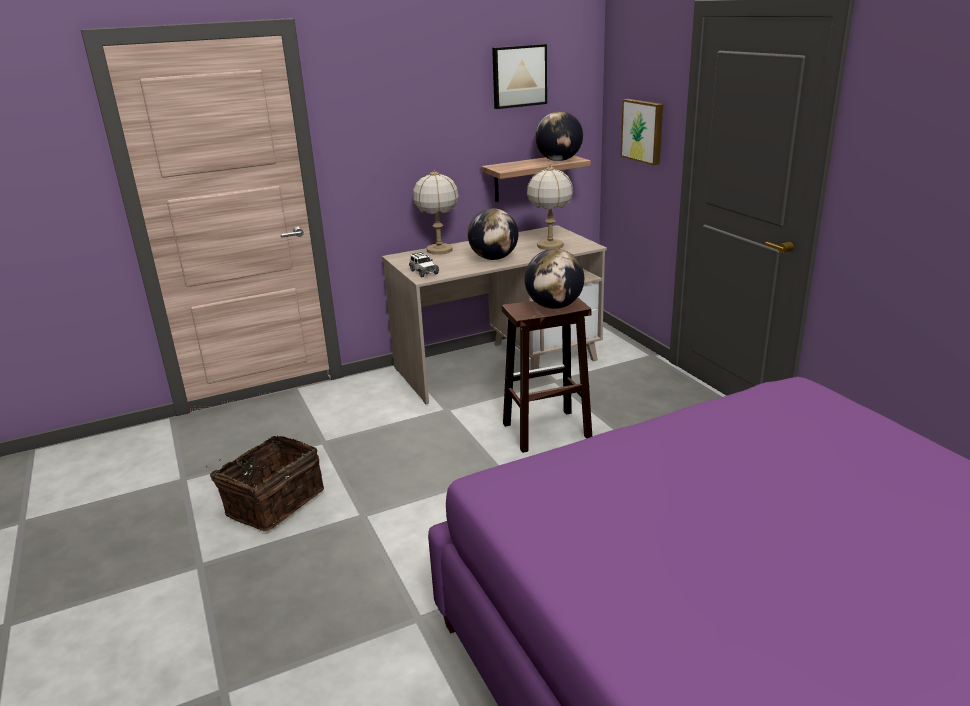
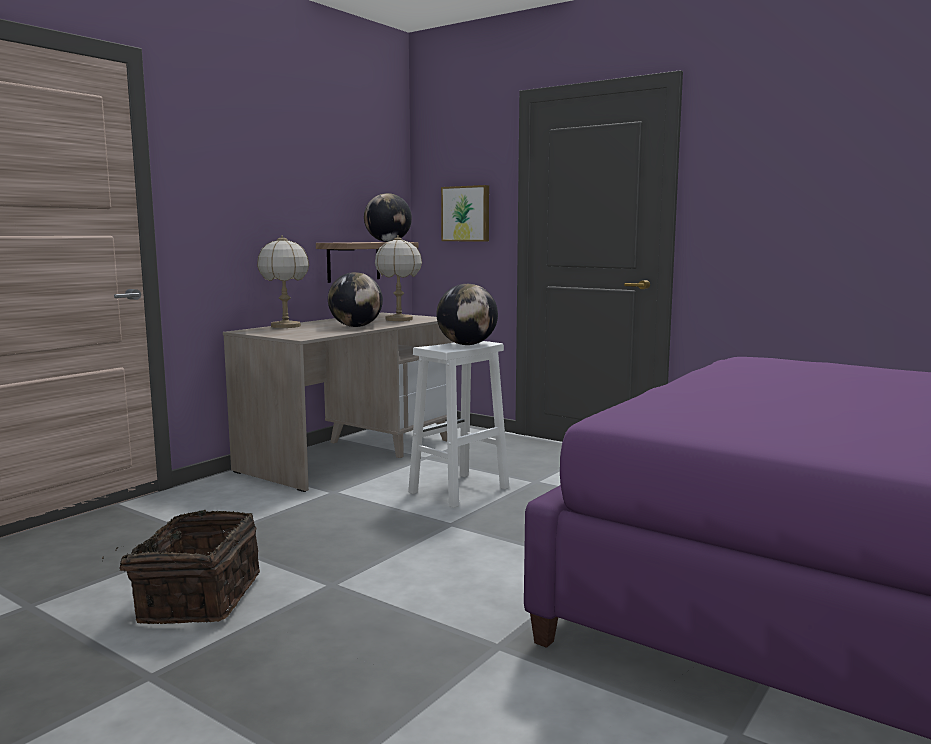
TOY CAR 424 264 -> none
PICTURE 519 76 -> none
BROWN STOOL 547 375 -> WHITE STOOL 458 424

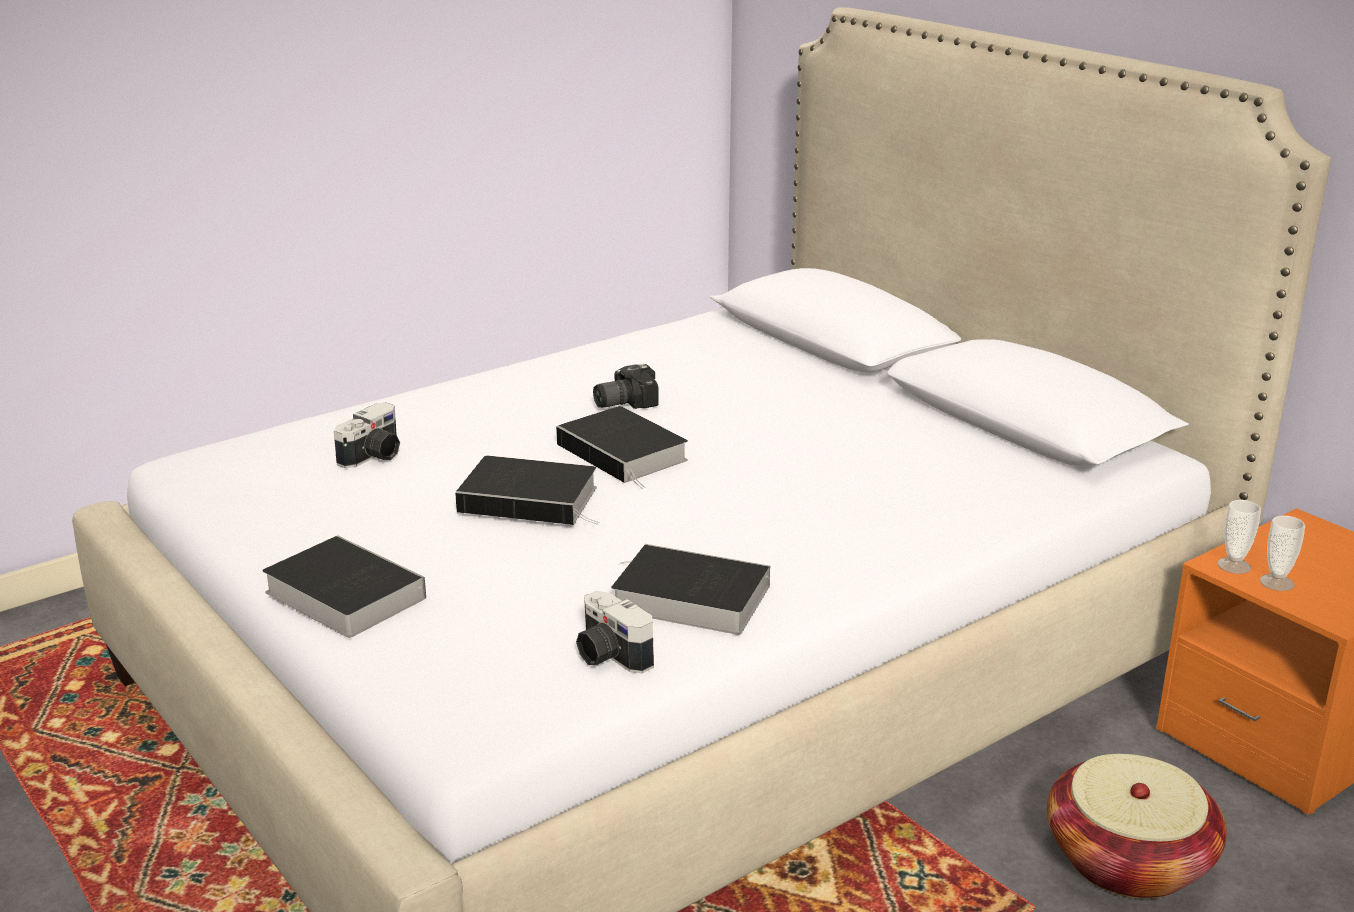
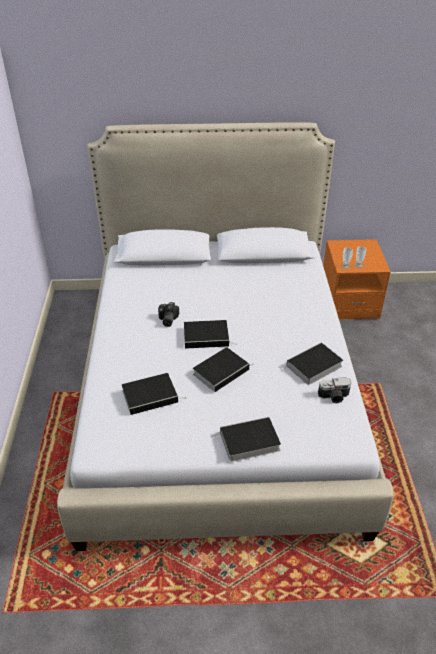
PHOTO CAMERA 367 435 -> BOOK 154 394
BASKET 1137 826 -> none

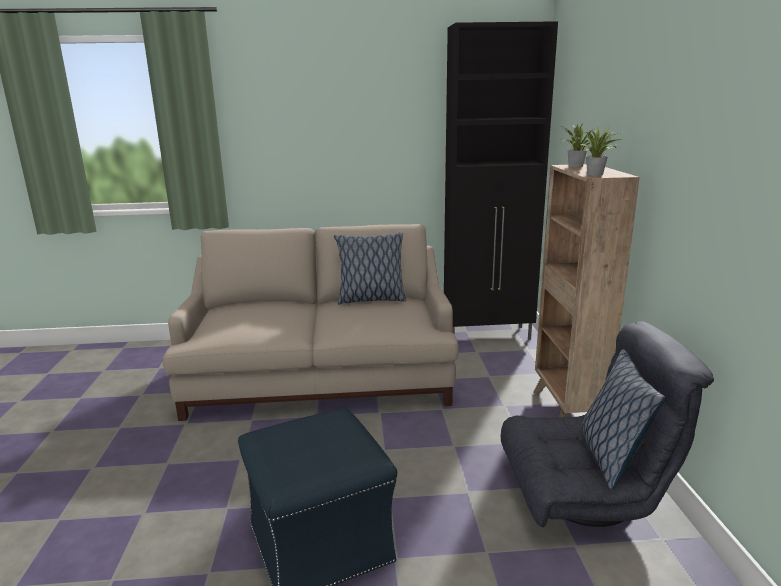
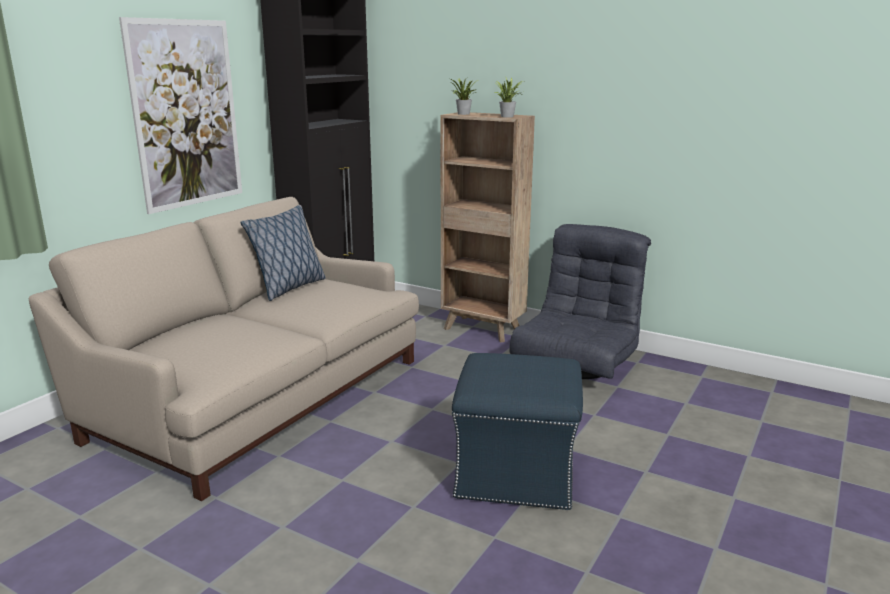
PILLOW 623 419 -> none
none -> PICTURE 180 115

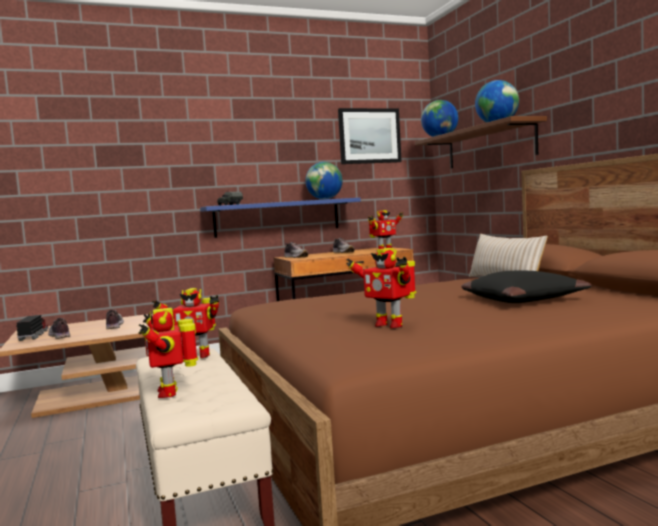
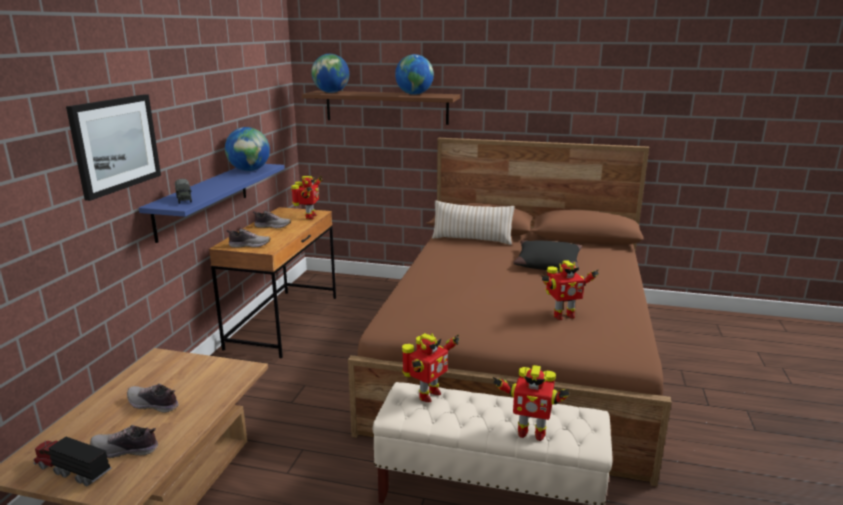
PICTURE 370 136 -> PICTURE 113 147, shifted

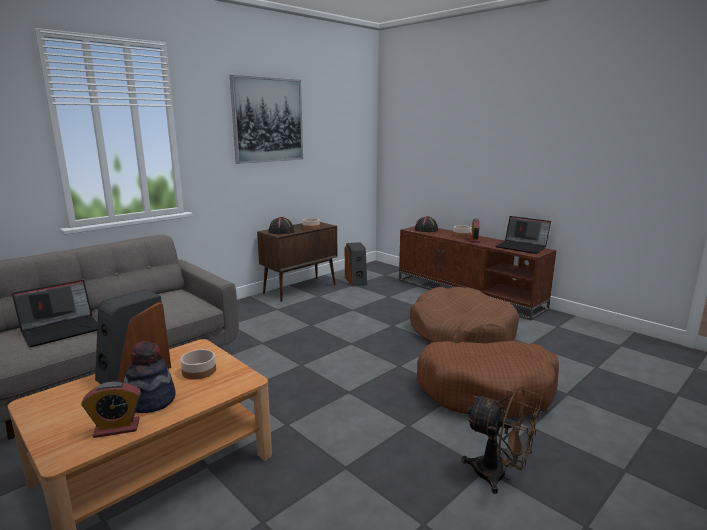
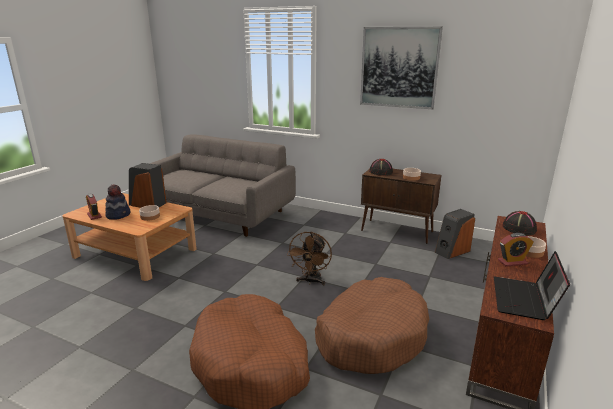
LAPTOP 55 313 -> none
BROWN FAN 501 440 -> BROWN FAN 309 258, shifted

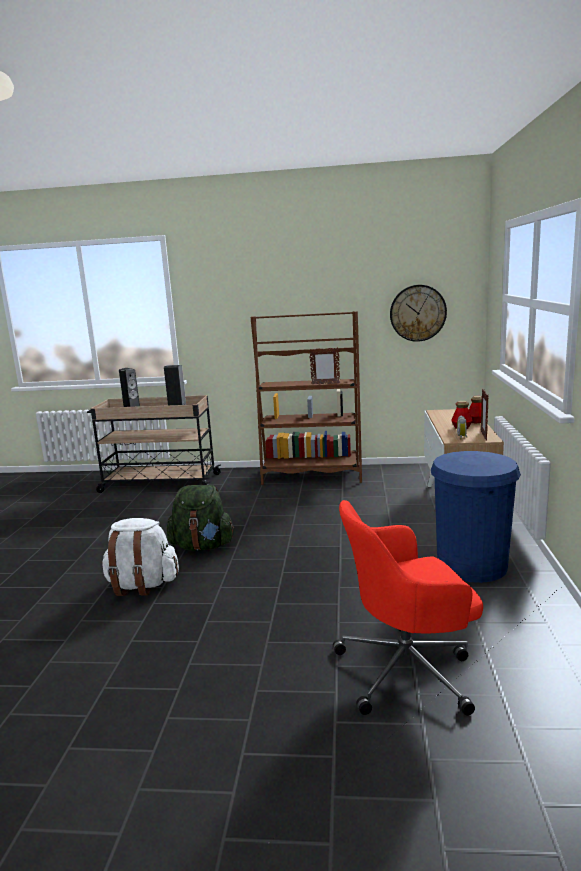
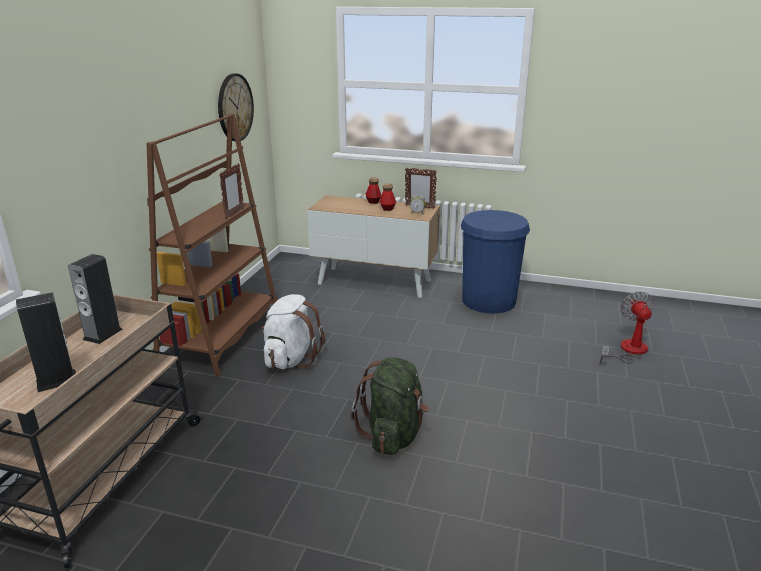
WHITE BACKPACK 140 557 -> WHITE BACKPACK 293 331, shifted
RED OFFICE CHAIR 408 608 -> FAN 626 327

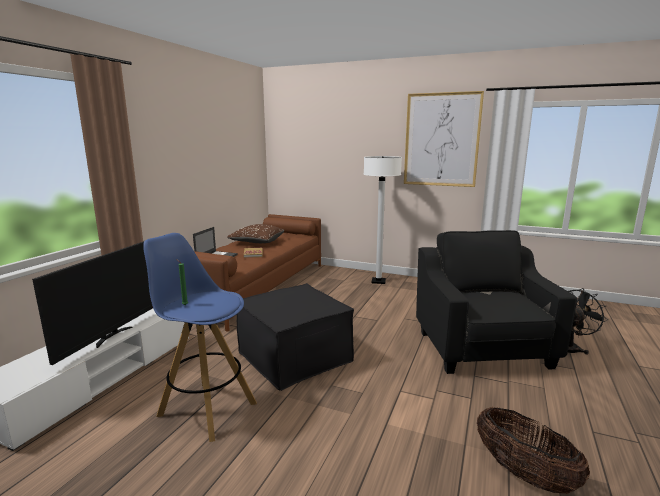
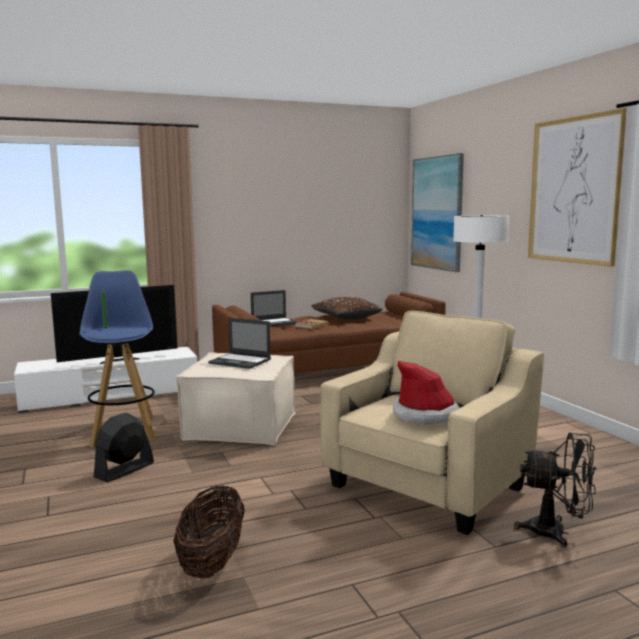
BLACK OTTOMAN 295 337 -> BEIGE OTTOMAN 236 398
BLACK ARMCHAIR 496 302 -> BEIGE ARMCHAIR 432 423
none -> BLACK FAN 124 447
none -> LAPTOP 239 343
none -> HAT 426 393
none -> PICTURE 437 212

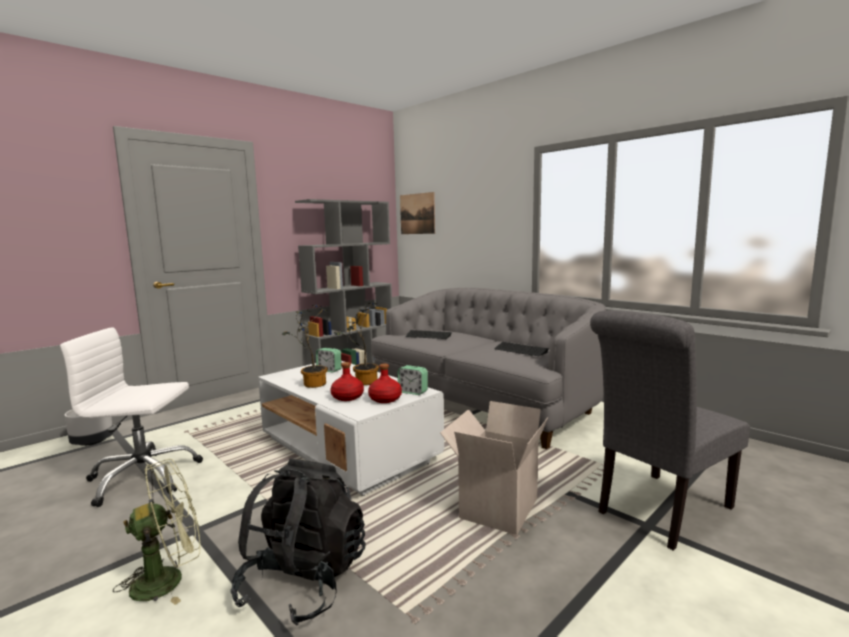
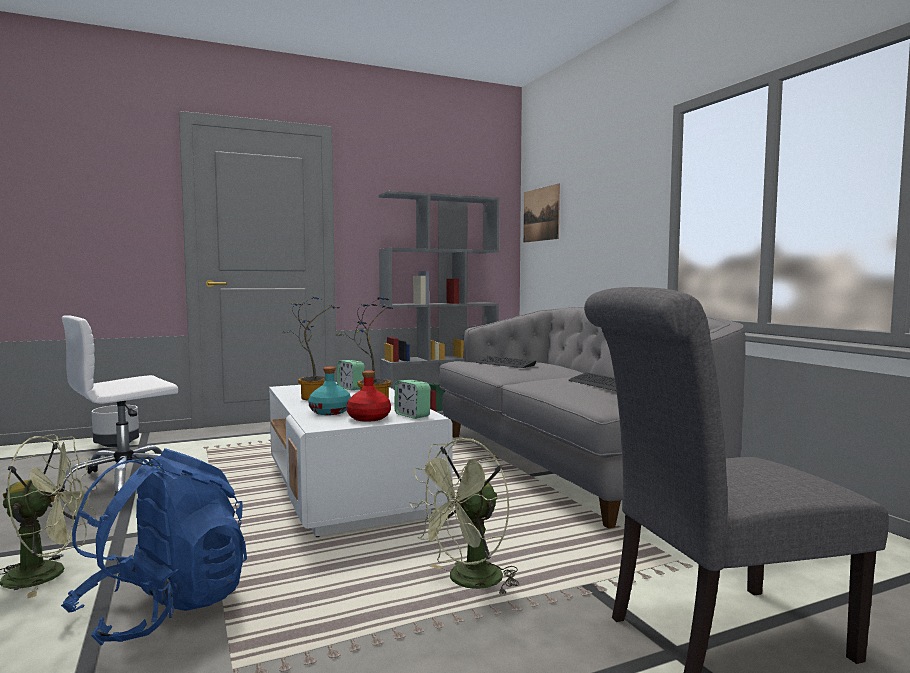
WHITE OFFICE CHAIR 131 417 -> WHITE OFFICE CHAIR 116 405, 60 degrees counterclockwise
BLACK BACKPACK 297 542 -> BLUE BACKPACK 154 546
RED BOTTLE 347 381 -> TURQUOISE BOTTLE 329 390
CARDBOARD BOX 494 468 -> GREEN FAN 464 517

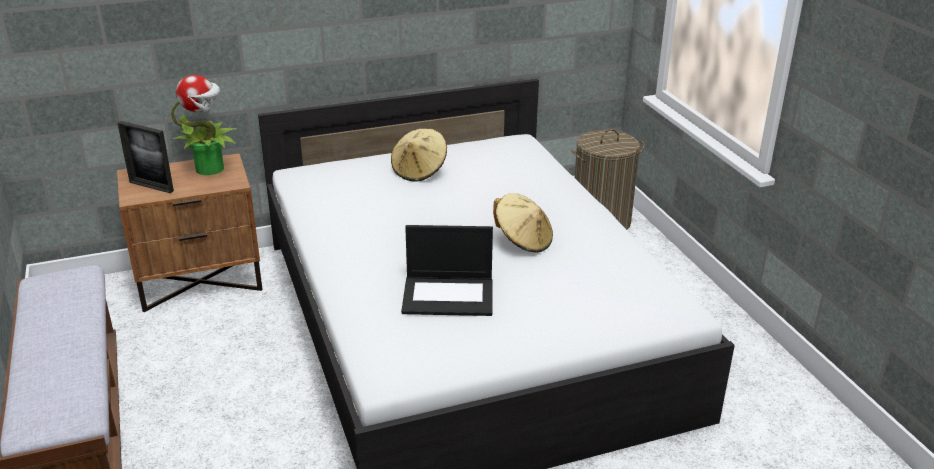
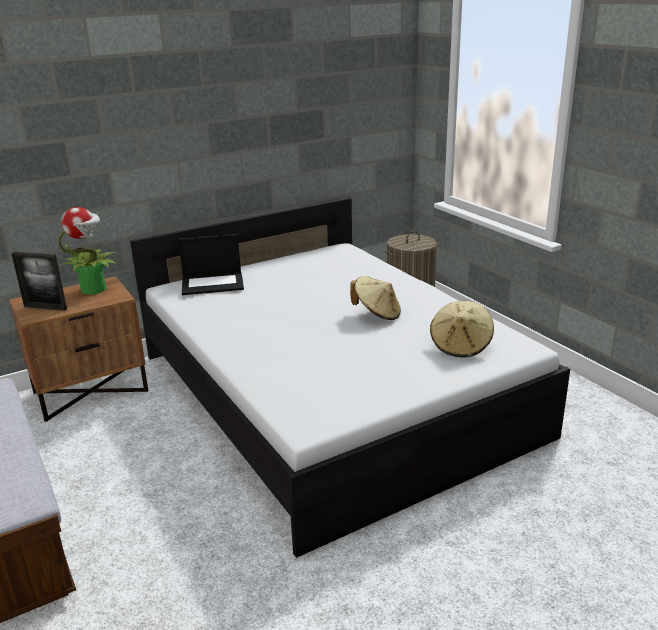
BEIGE HAT 419 155 -> BEIGE HAT 462 329, shifted
LAPTOP 447 270 -> LAPTOP 211 264, shifted

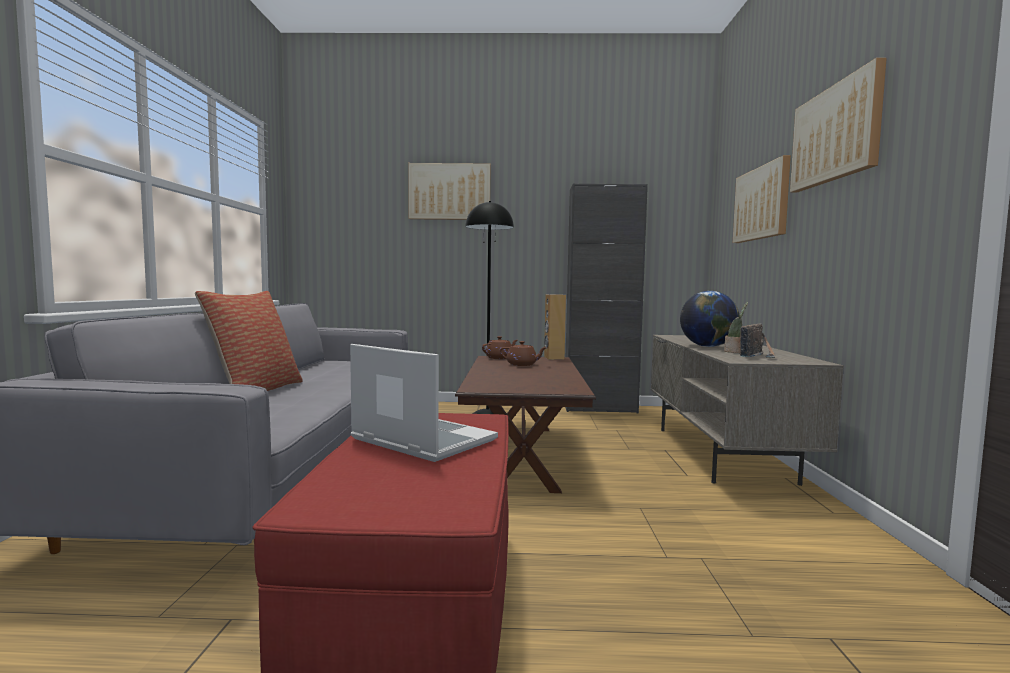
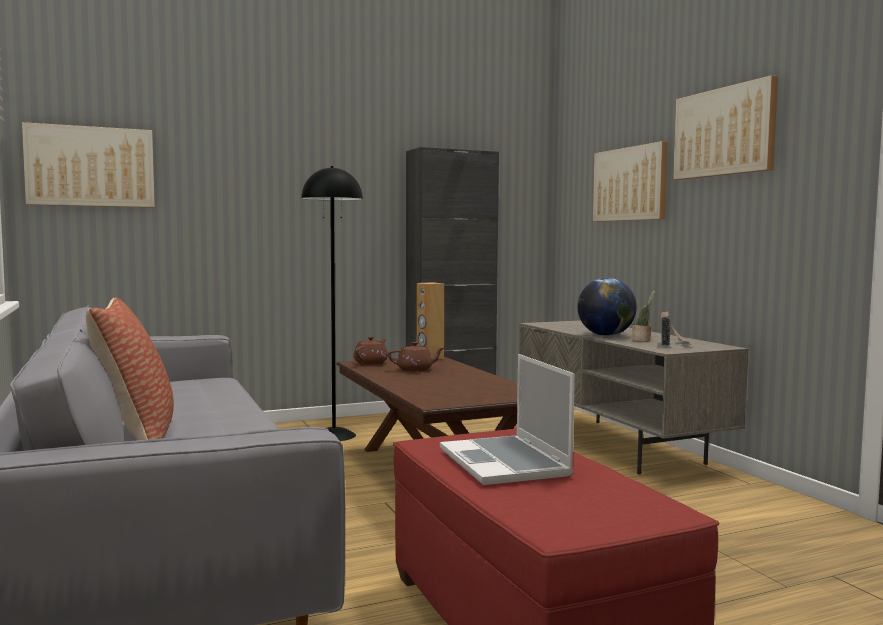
LAPTOP 424 403 -> LAPTOP 507 419, 120 degrees counterclockwise
PICTURE 449 191 -> PICTURE 88 164, shifted

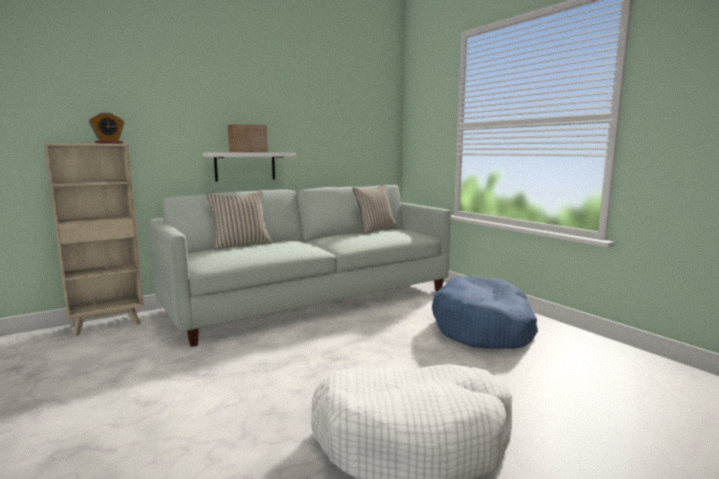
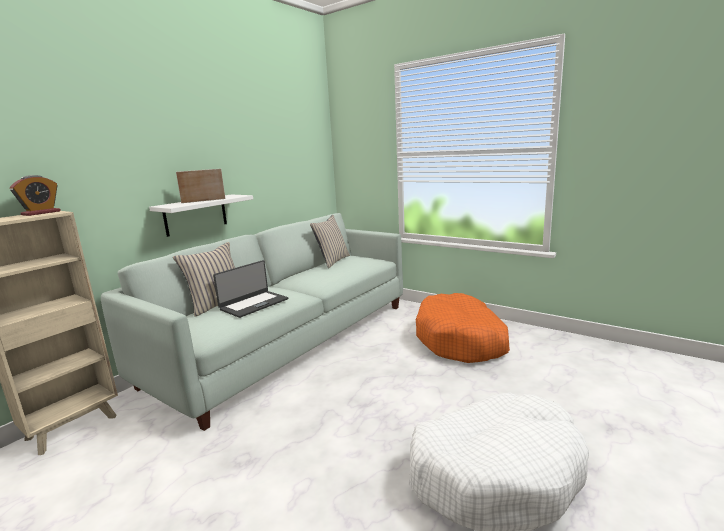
BLUE DOG BED 485 312 -> ORANGE DOG BED 463 328
none -> LAPTOP 250 289

